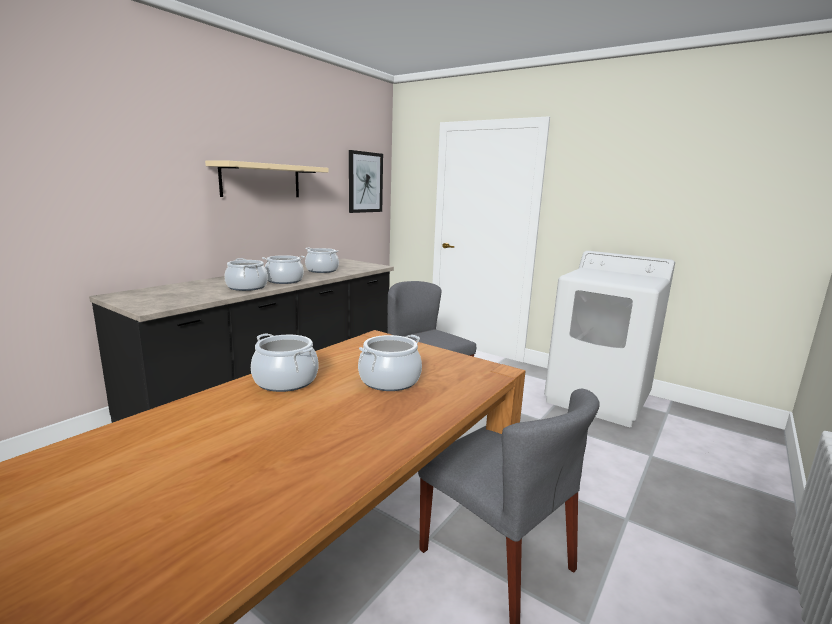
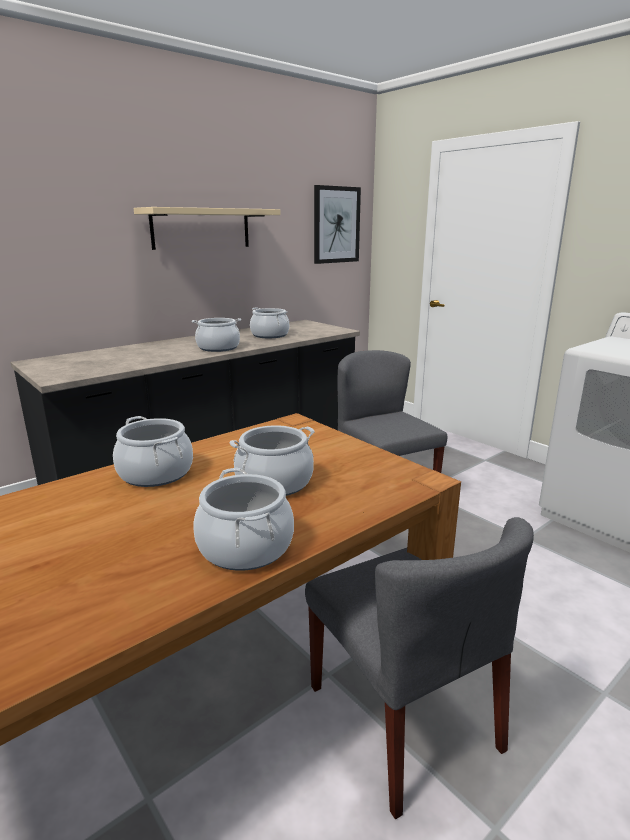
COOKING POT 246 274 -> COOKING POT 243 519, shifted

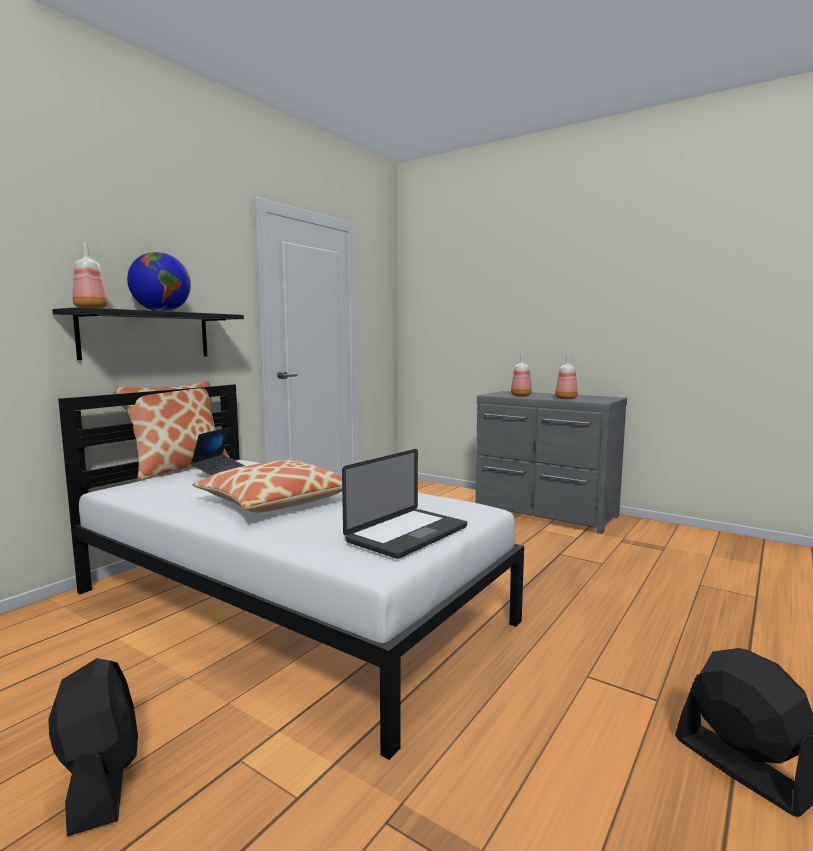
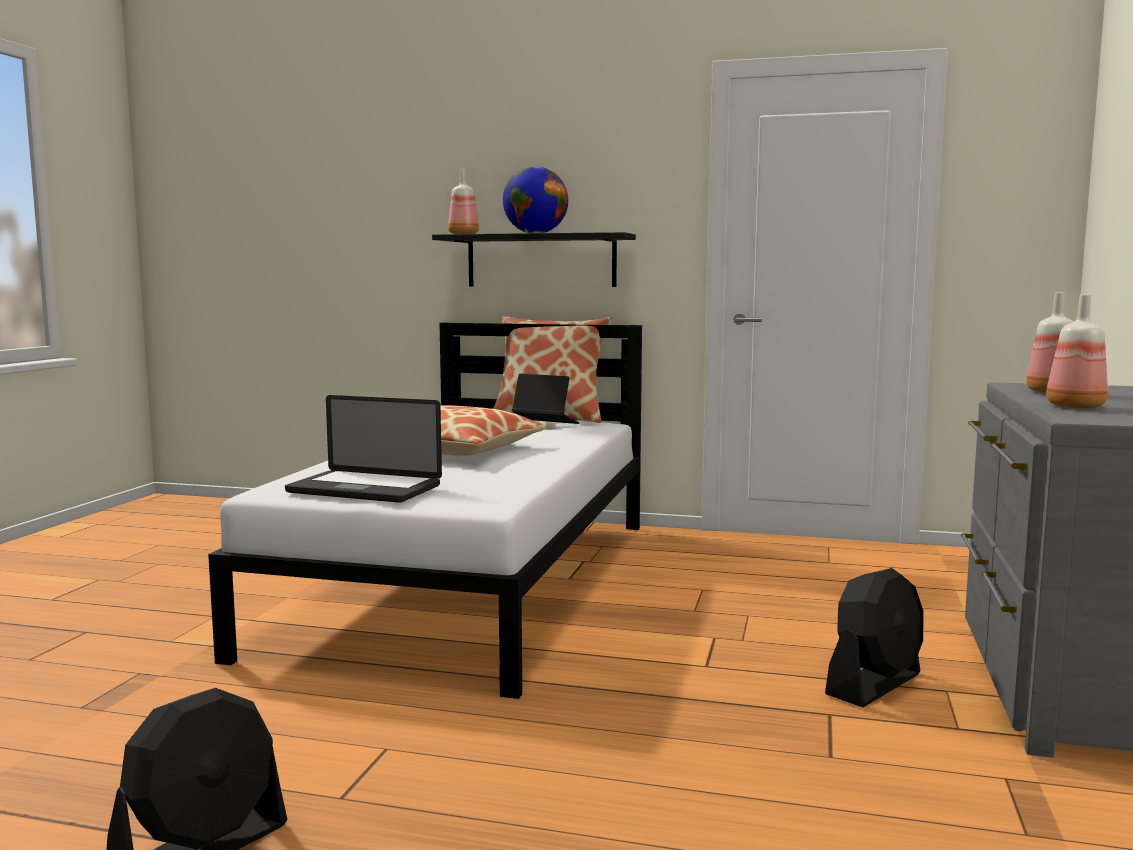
BLACK FAN 93 747 -> BLACK FAN 874 637, shifted
LAPTOP 218 451 -> LAPTOP 545 399, 150 degrees counterclockwise

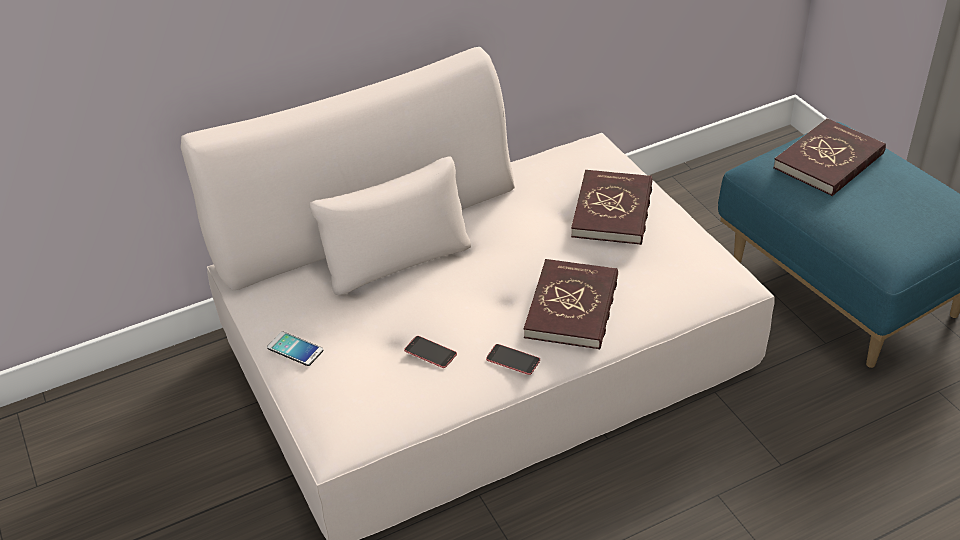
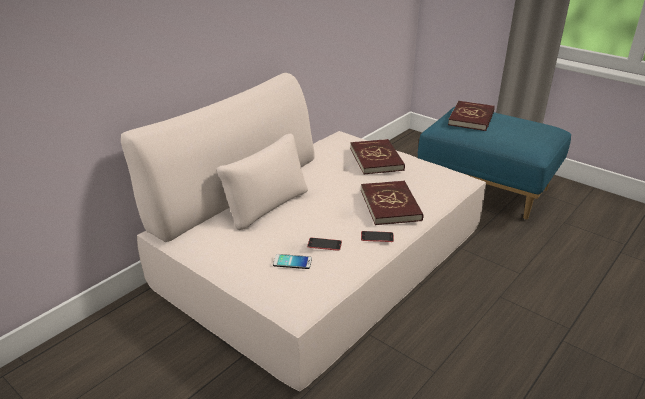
PHONE 295 348 -> PHONE 292 261, shifted

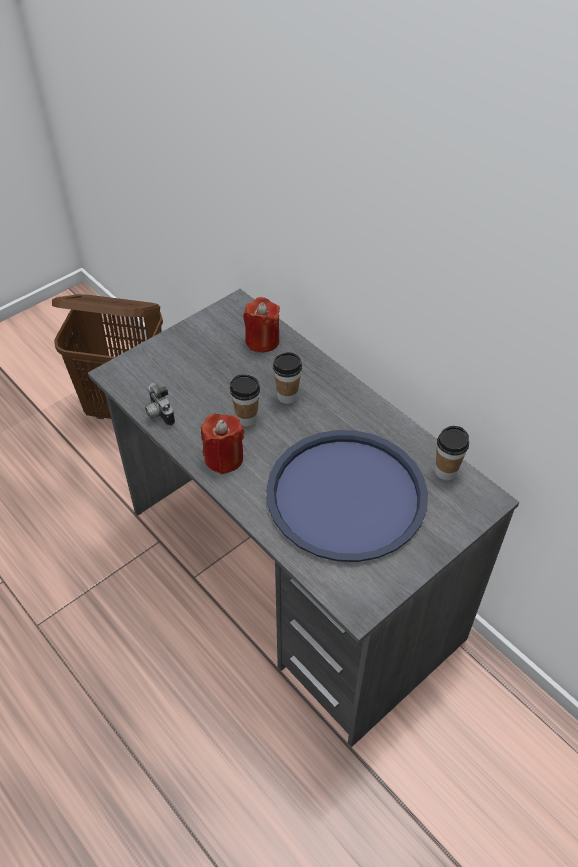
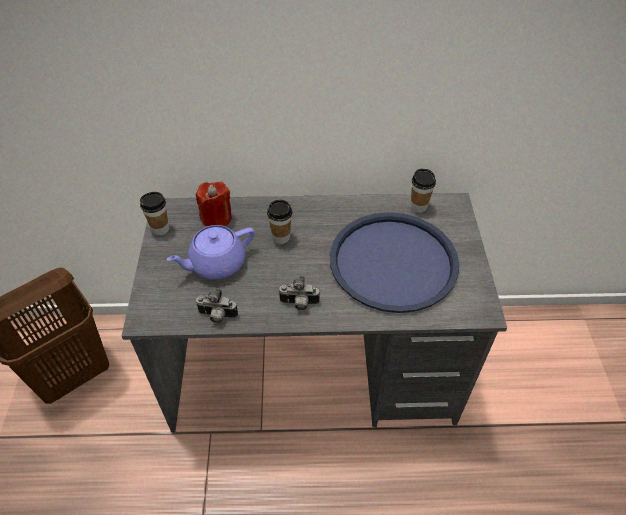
RED CANDLE 222 444 -> PHOTO CAMERA 299 293
CUP 245 400 -> CUP 154 213, shifted
none -> PURPLE TEAPOT 211 252

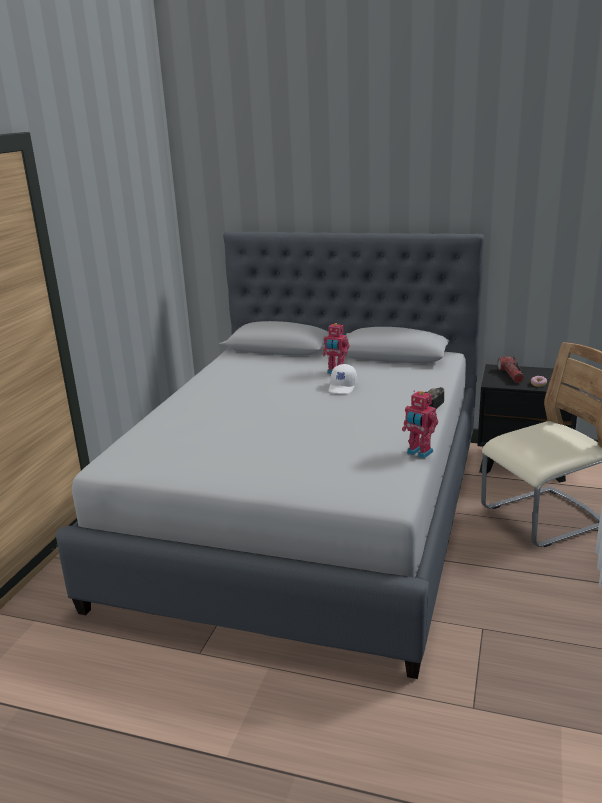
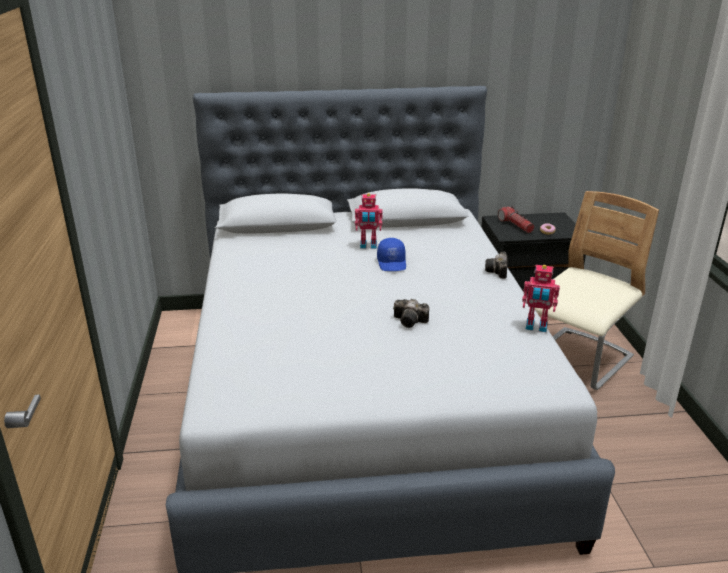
WHITE CAP 343 379 -> BLUE CAP 391 254
none -> PHOTO CAMERA 411 313

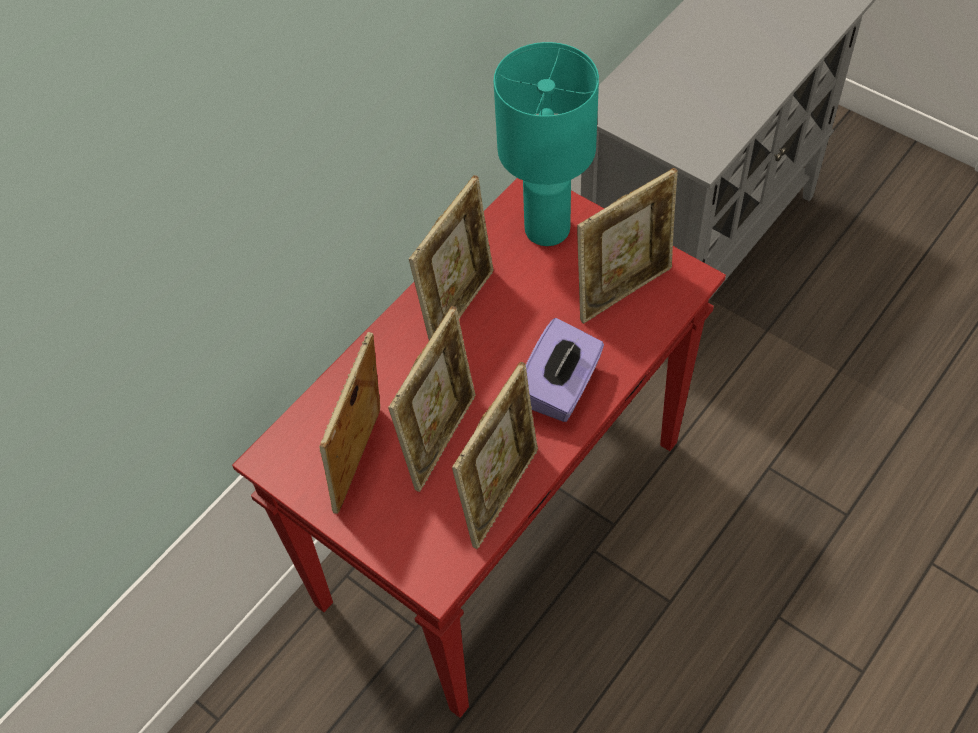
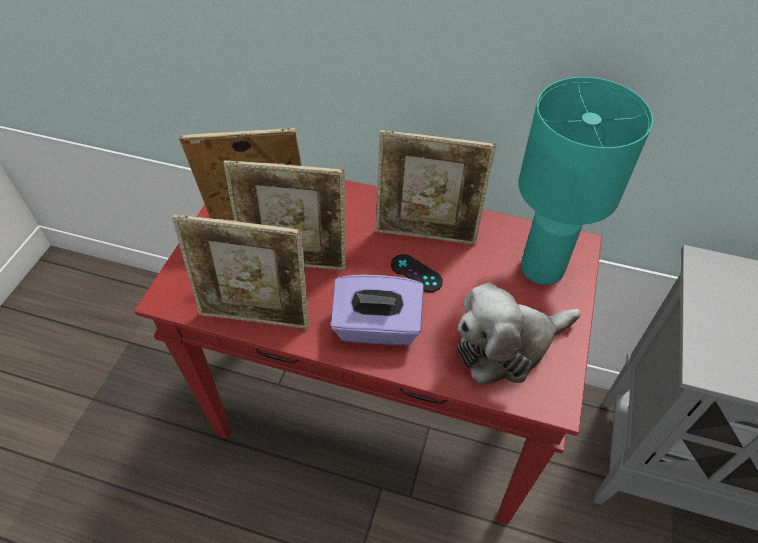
PICTURE FRAME 627 246 -> PLUSH TOY 519 333
none -> BLACK GAME CONTROLLER 417 273

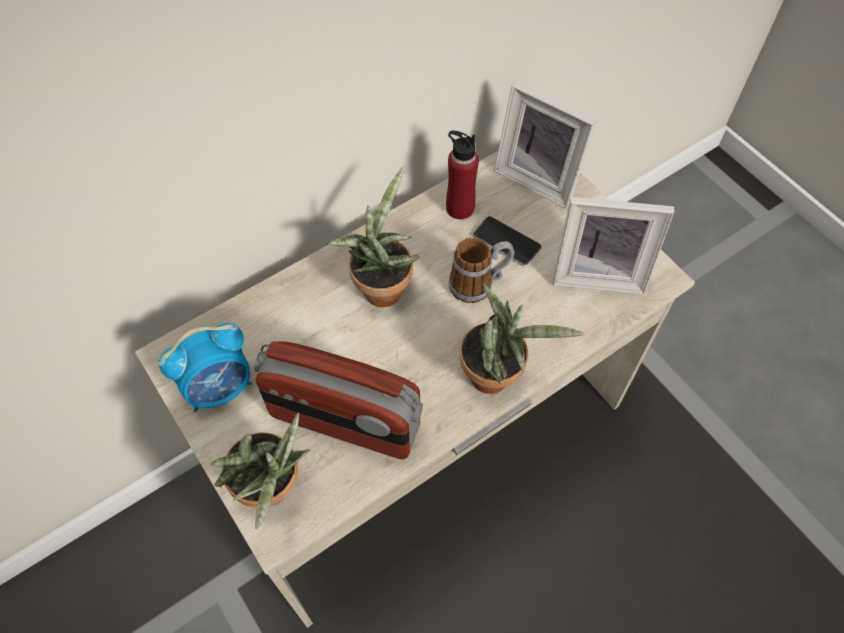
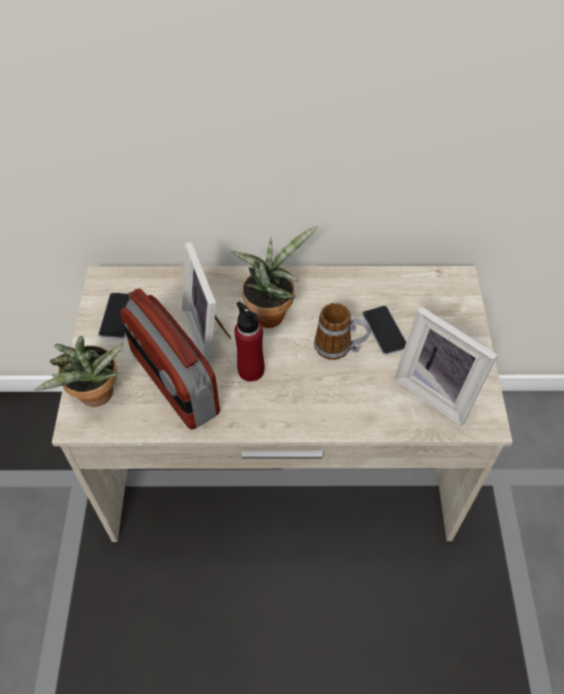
ALARM CLOCK 205 367 -> PHONE 114 316
RED BOTTLE 462 175 -> RED BOTTLE 249 341, shifted
POTTED PLANT 522 338 -> none
PICTURE FRAME 545 145 -> PICTURE FRAME 206 303, shifted

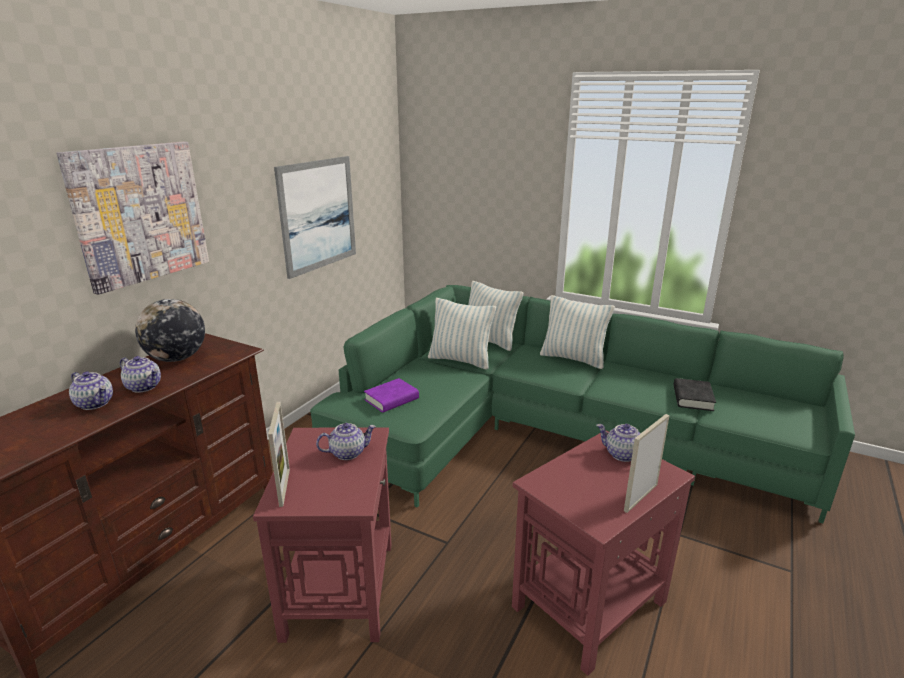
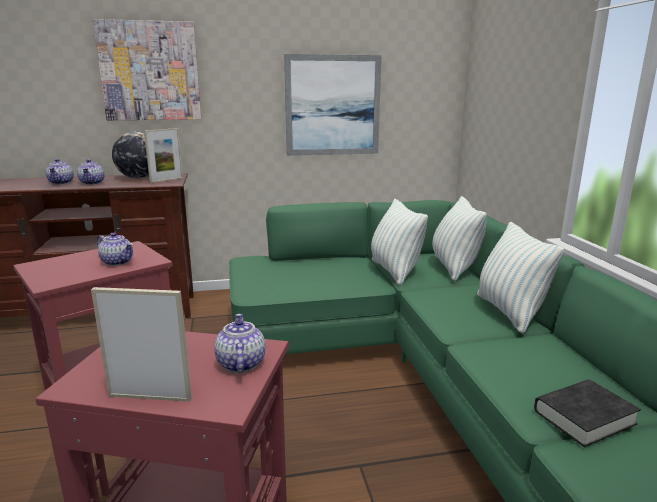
PICTURE FRAME 279 454 -> PICTURE FRAME 163 155, shifted
PURPLE BOOK 391 395 -> none

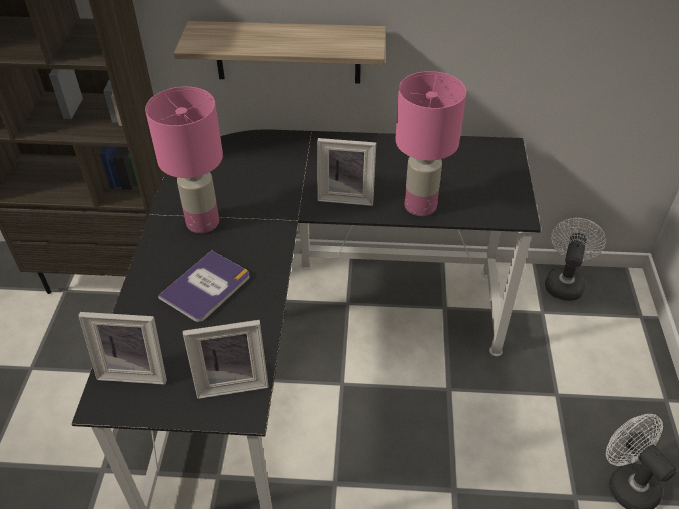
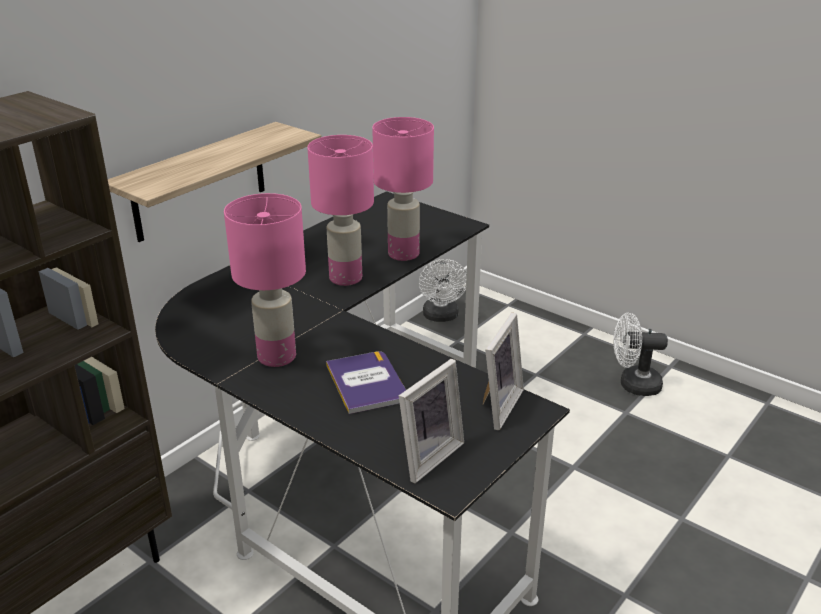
PICTURE FRAME 346 172 -> PINK TABLE LAMP 340 210
WHITE FAN 575 259 -> WHITE FAN 443 290, 150 degrees counterclockwise

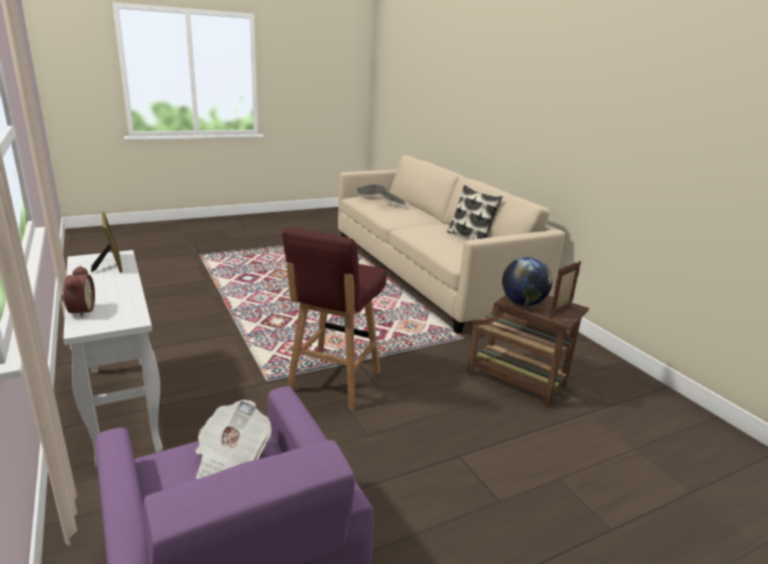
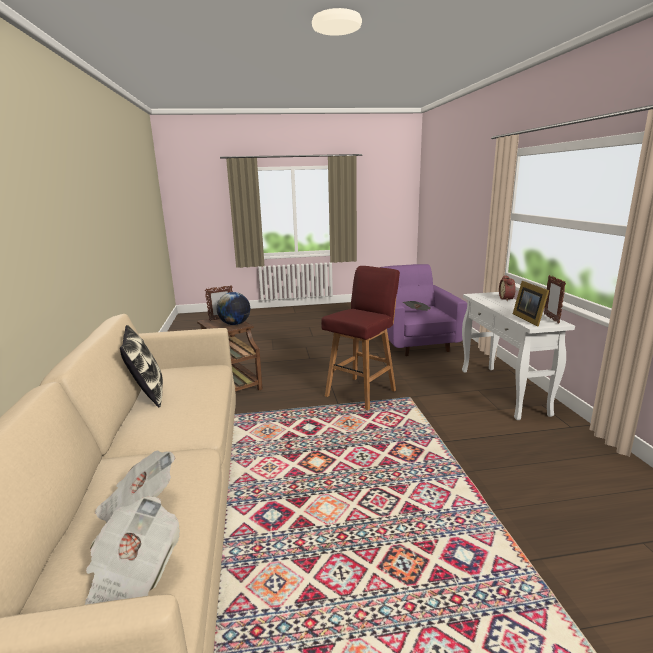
none -> PICTURE FRAME 555 299

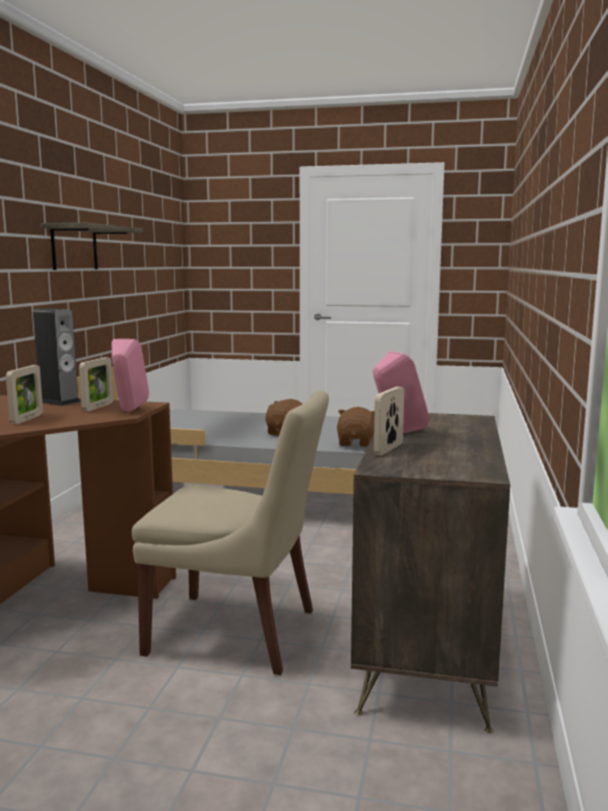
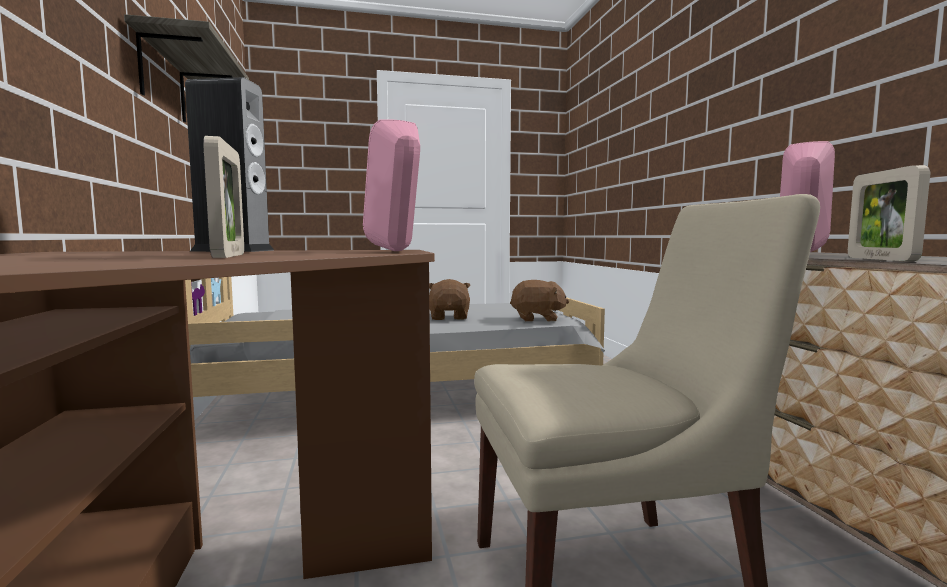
PICTURE FRAME 96 384 -> none
BROWN PLUSH TOY 356 427 -> BROWN PLUSH TOY 539 300, 105 degrees clockwise

